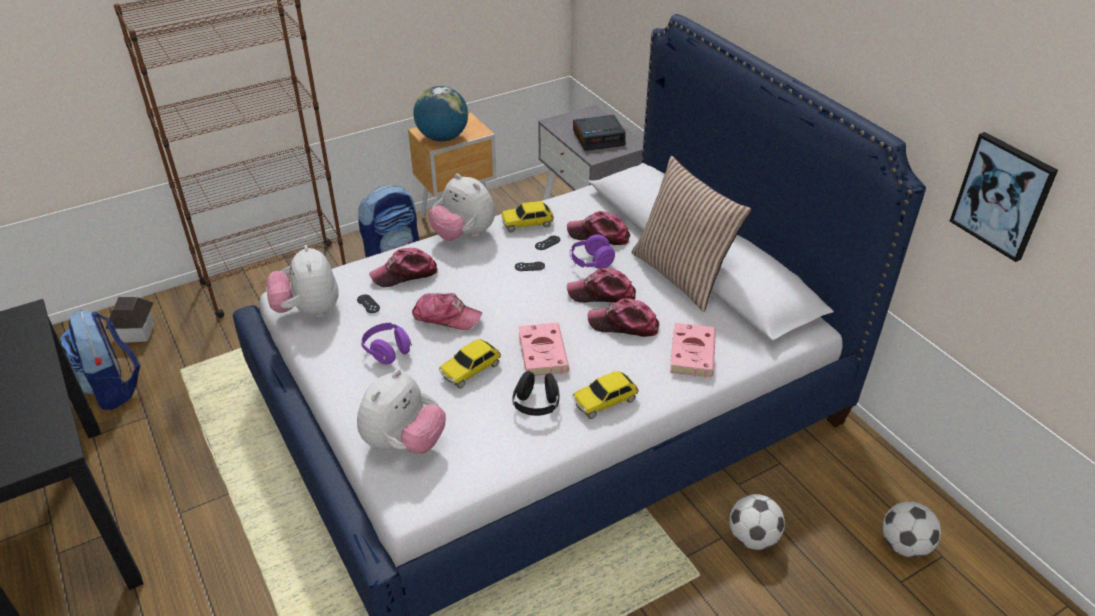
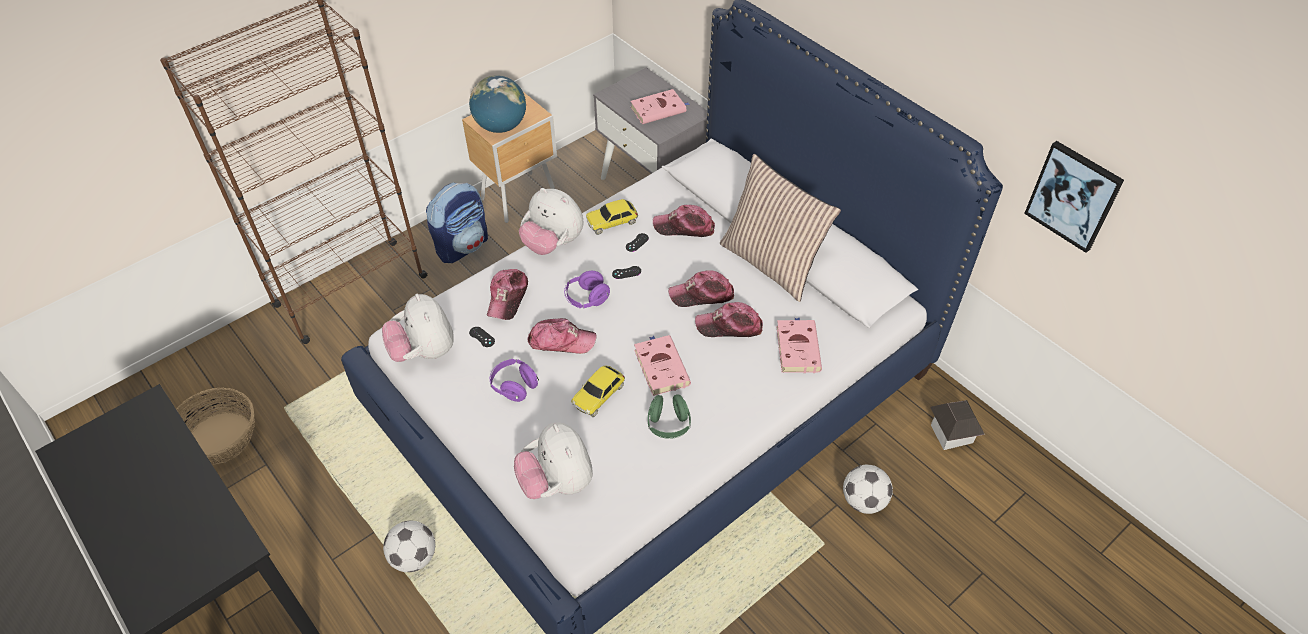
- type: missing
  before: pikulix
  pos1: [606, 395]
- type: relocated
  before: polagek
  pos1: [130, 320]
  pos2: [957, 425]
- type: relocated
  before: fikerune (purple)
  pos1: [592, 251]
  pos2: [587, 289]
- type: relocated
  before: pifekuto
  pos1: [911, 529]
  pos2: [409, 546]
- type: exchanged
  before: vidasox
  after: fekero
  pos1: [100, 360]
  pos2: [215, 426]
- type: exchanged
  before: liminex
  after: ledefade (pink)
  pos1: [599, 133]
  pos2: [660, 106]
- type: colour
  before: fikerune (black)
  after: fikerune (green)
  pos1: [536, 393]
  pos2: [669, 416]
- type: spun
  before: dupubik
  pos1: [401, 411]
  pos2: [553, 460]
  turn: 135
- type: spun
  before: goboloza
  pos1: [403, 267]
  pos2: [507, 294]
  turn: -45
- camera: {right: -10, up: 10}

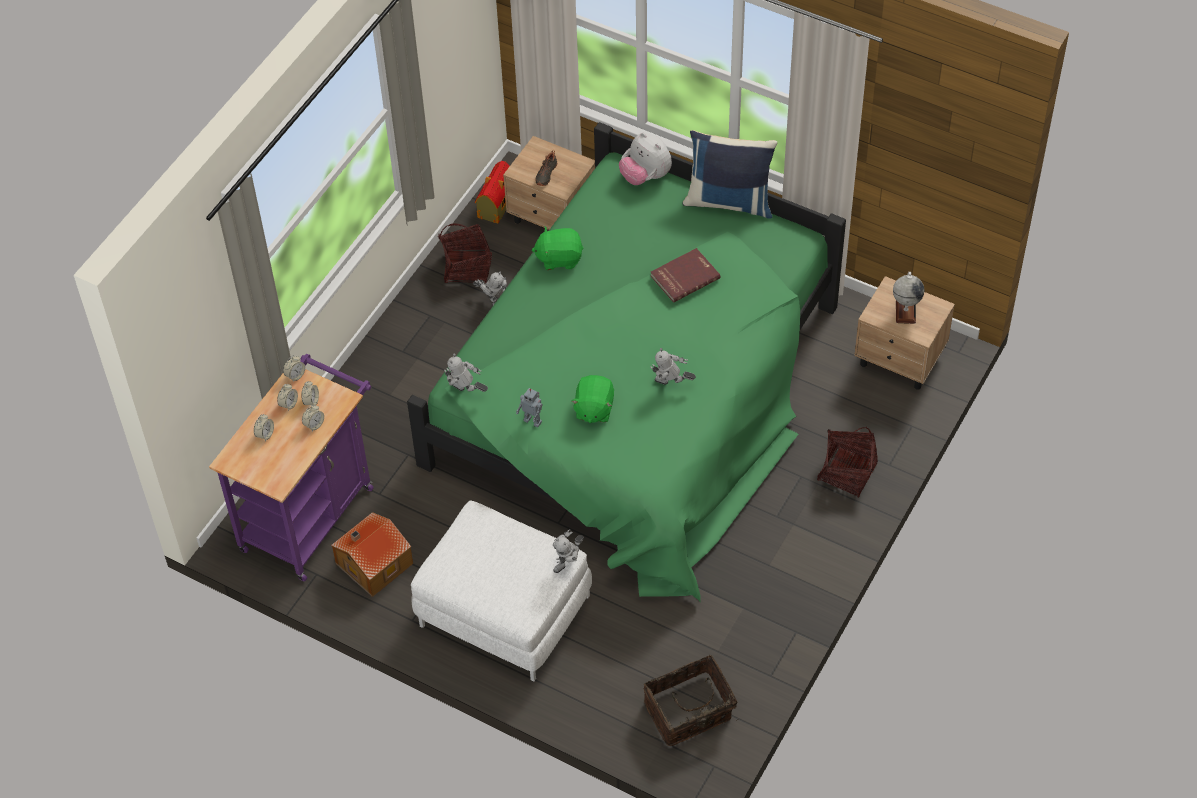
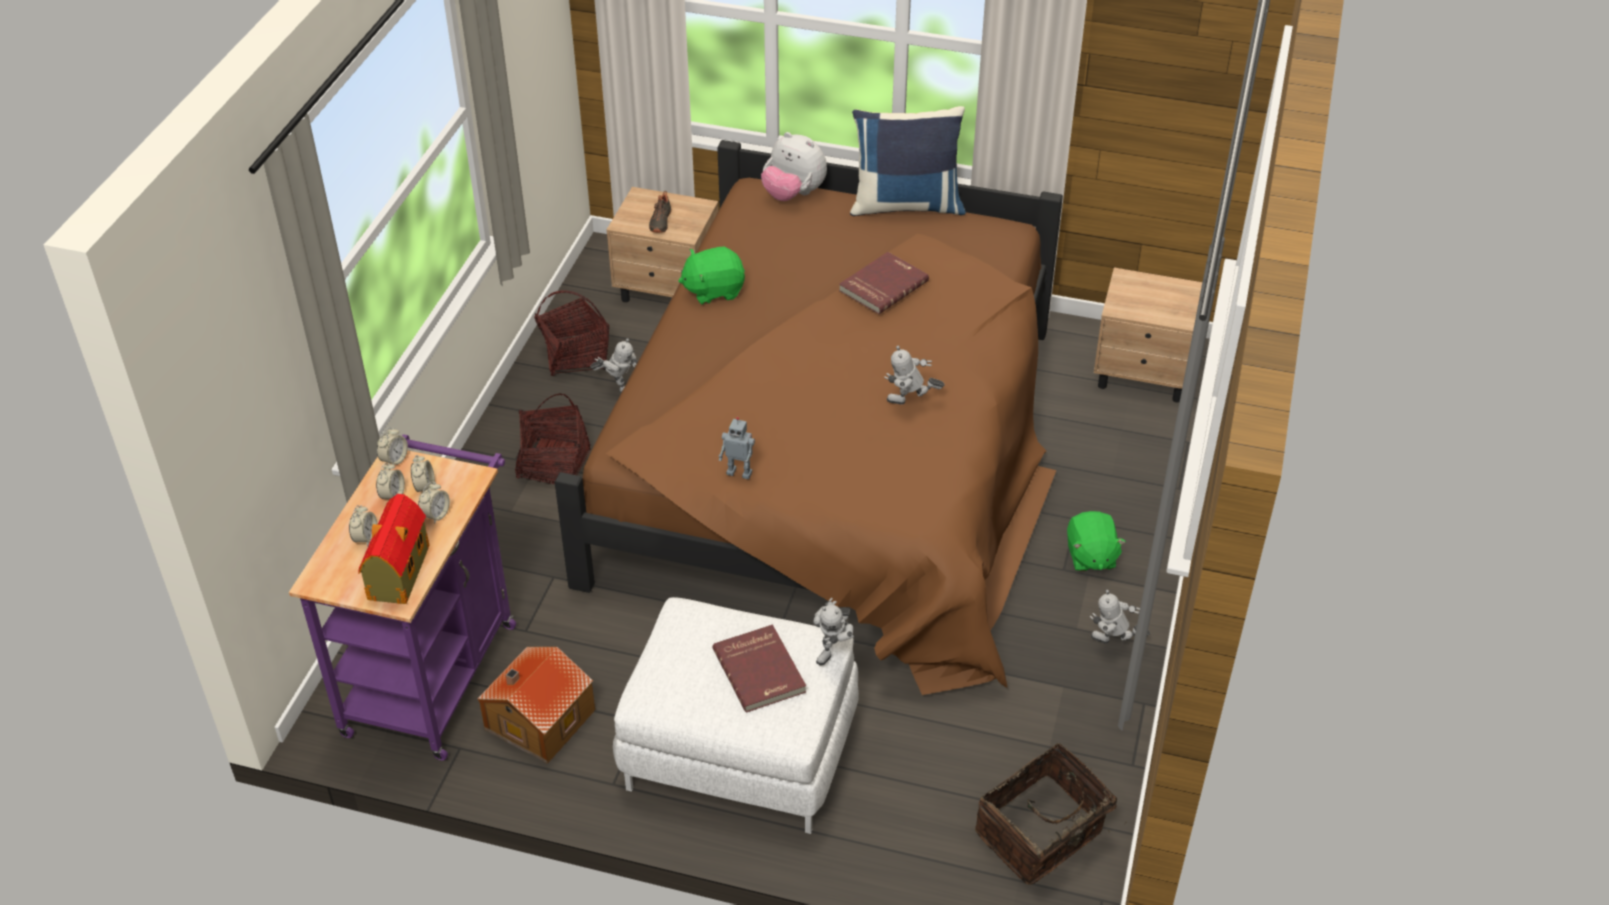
- type: missing
  before: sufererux
  pos1: [908, 298]
- type: appeared
  after: ledefade (red)
  pos2: [759, 668]
- type: relocated
  before: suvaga
  pos1: [466, 372]
  pos2: [1120, 616]
- type: relocated
  before: polagek
  pos1: [492, 192]
  pos2: [393, 549]
- type: relocated
  before: dupubik (green)
  pos1: [592, 399]
  pos2: [1096, 541]
- type: relocated
  before: fekero
  pos1: [847, 462]
  pos2: [553, 438]
- type: colour
  before: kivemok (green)
  after: kivemok (brown)
  pos1: [626, 362]
  pos2: [809, 417]
- camera: {right: -15, up: -10}

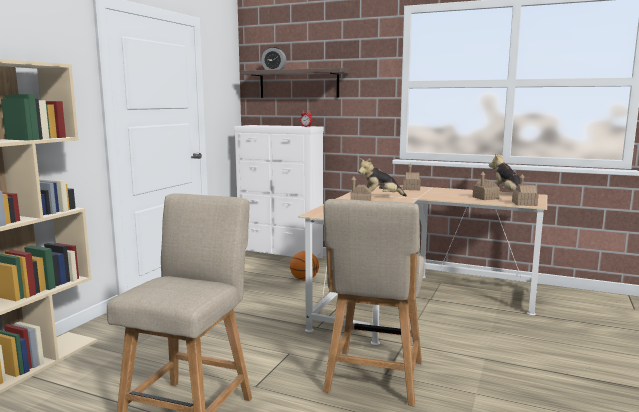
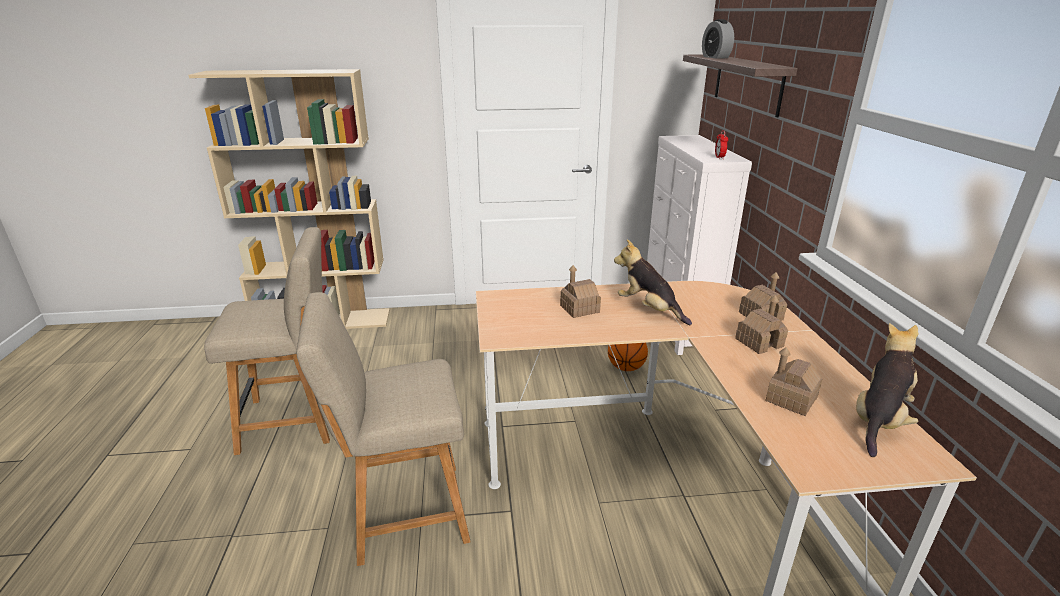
- type: relocated
  before: polagek
  pos1: [525, 190]
  pos2: [761, 324]
- camera: {right: 60, up: 15}

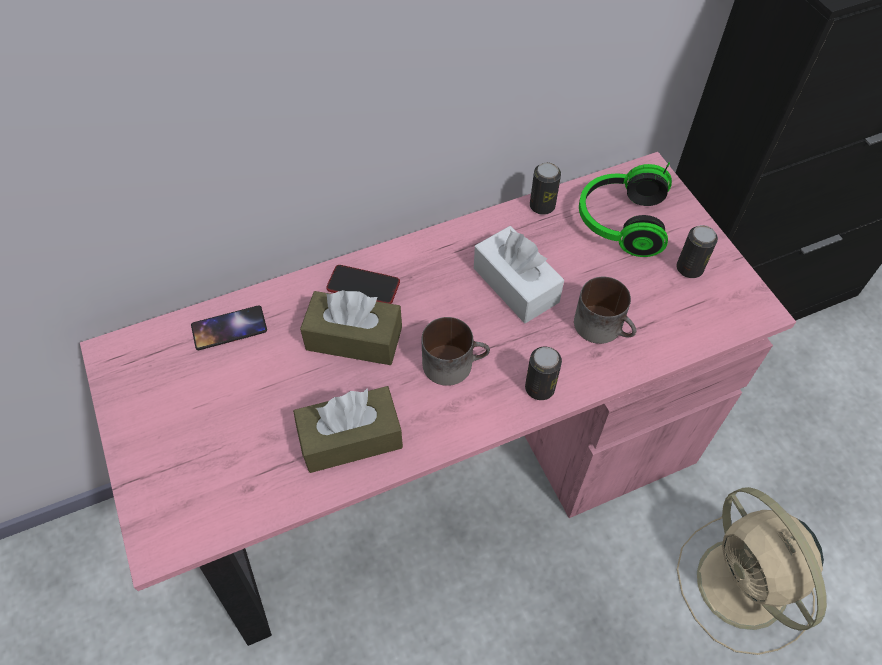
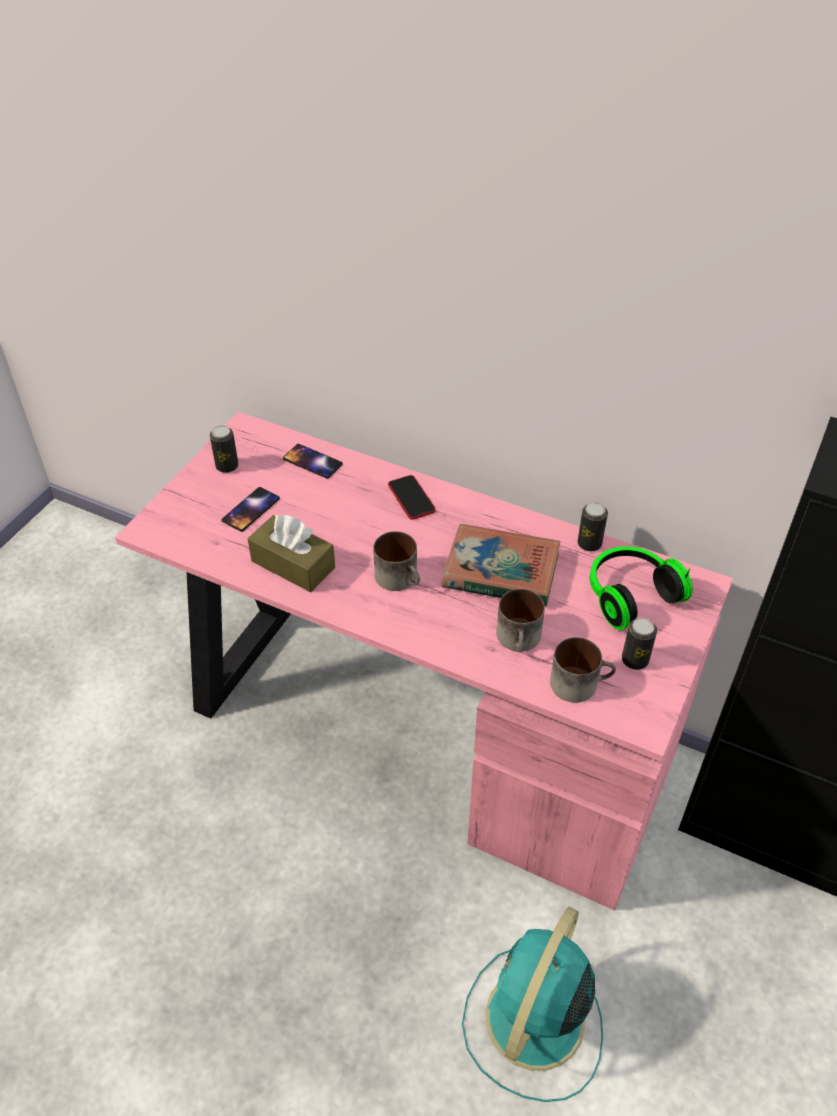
- type: missing
  before: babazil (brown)
  pos1: [351, 327]
- type: appeared
  after: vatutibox
  pos2: [251, 509]
- type: appeared
  after: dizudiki
  pos2: [583, 670]
- type: relocated
  before: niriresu
  pos1: [543, 373]
  pos2: [224, 449]
- type: exchanged
  before: babazil (white)
  after: ledefade
  pos1: [519, 274]
  pos2: [501, 565]
- type: colour
  before: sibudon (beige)
  after: sibudon (turquoise)
  pos1: [752, 571]
  pos2: [532, 1004]
- camera: {right: 50, up: -10}

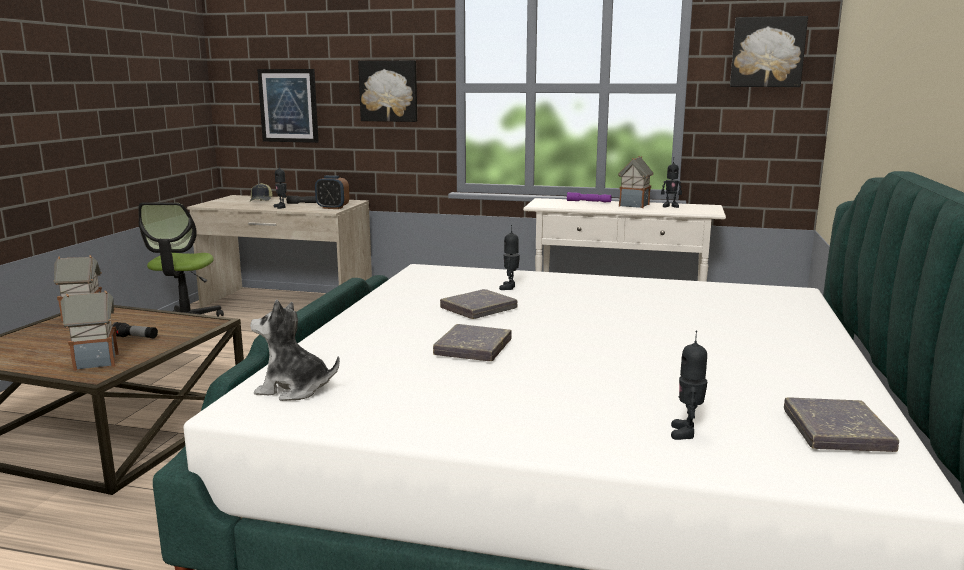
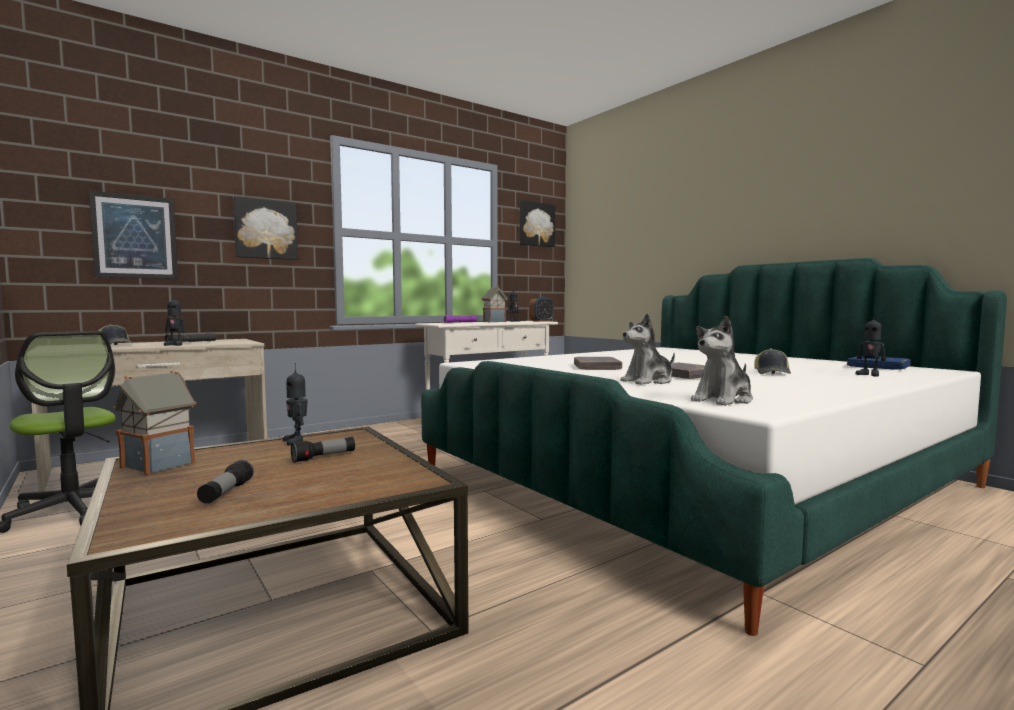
- type: missing
  before: polagek
  pos1: [90, 331]
- type: appeared
  after: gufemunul
  pos2: [225, 482]
- type: appeared
  after: dupubik
  pos2: [647, 349]
- type: appeared
  after: goboloza
  pos2: [772, 361]
- type: relocated
  before: liminex
  pos1: [332, 192]
  pos2: [541, 309]
- type: relocated
  before: suvaga
  pos1: [509, 257]
  pos2: [295, 404]
- type: colour
  before: ledefade (grey)
  after: ledefade (blue)
  pos1: [841, 424]
  pos2: [879, 363]
- camera: {right: -50, up: -10}

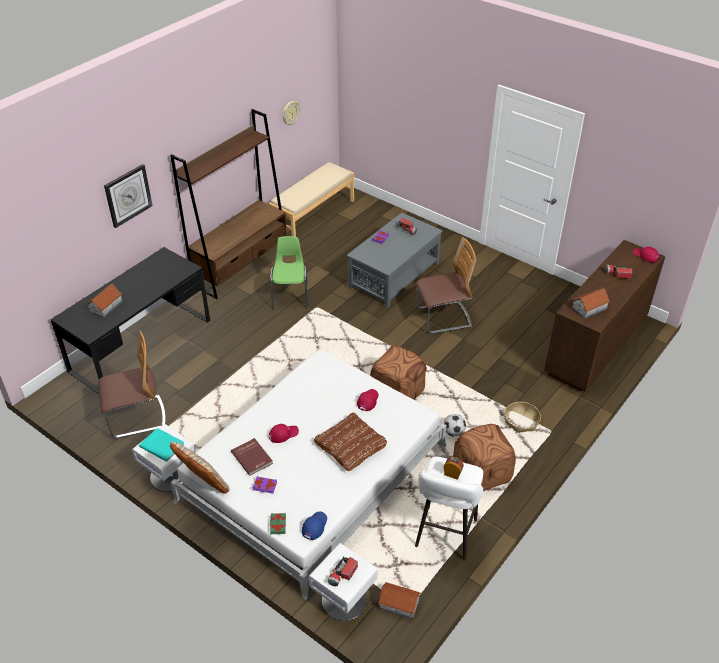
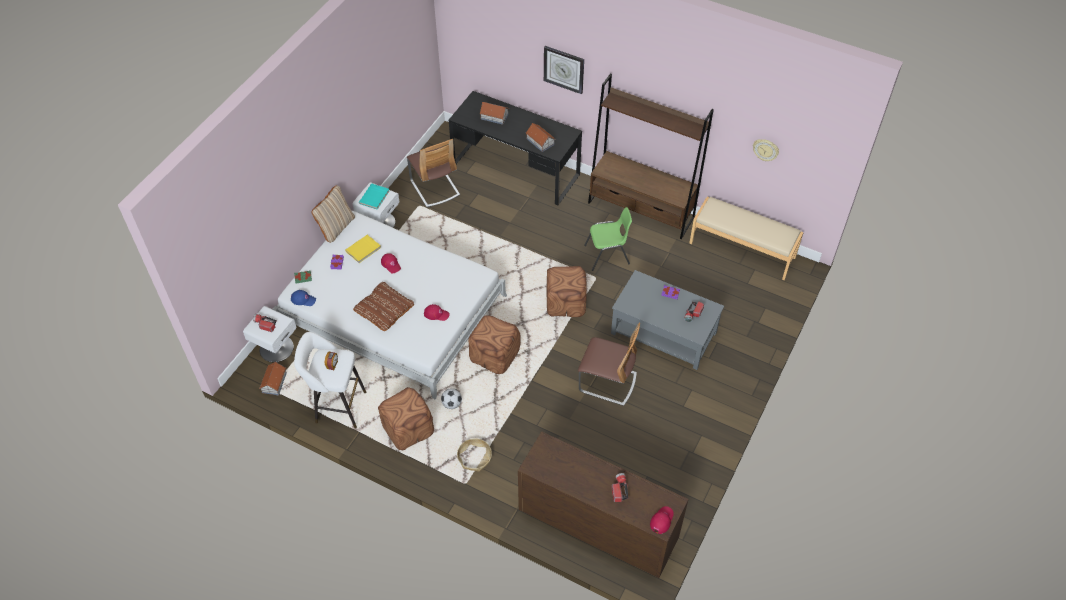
- type: appeared
  after: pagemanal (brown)
  pos2: [567, 291]
- type: relocated
  before: polagek
  pos1: [591, 303]
  pos2: [540, 137]
- type: colour
  before: ledefade (red)
  after: ledefade (yellow)
  pos1: [252, 457]
  pos2: [363, 249]
- type: spun
  before: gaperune
  pos1: [446, 285]
  pos2: [609, 364]
  turn: -45
- camera: {right: 80, up: 10}

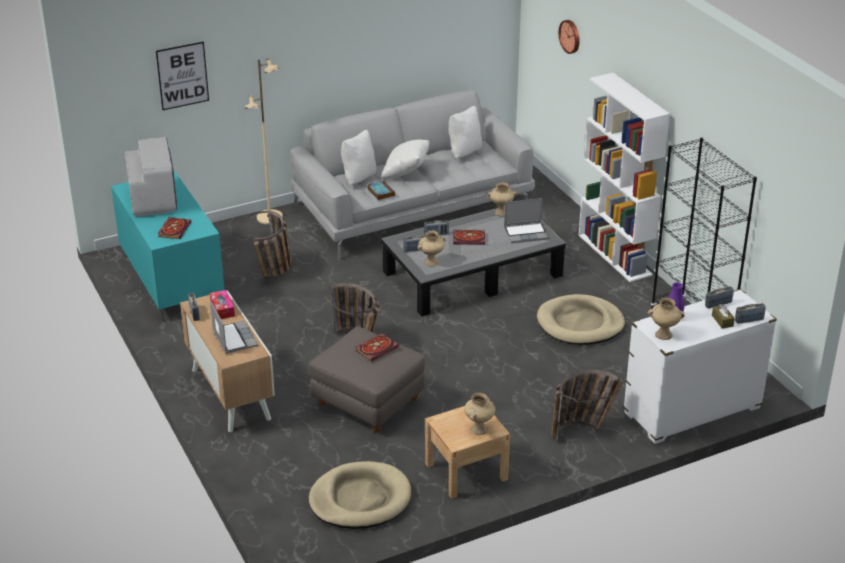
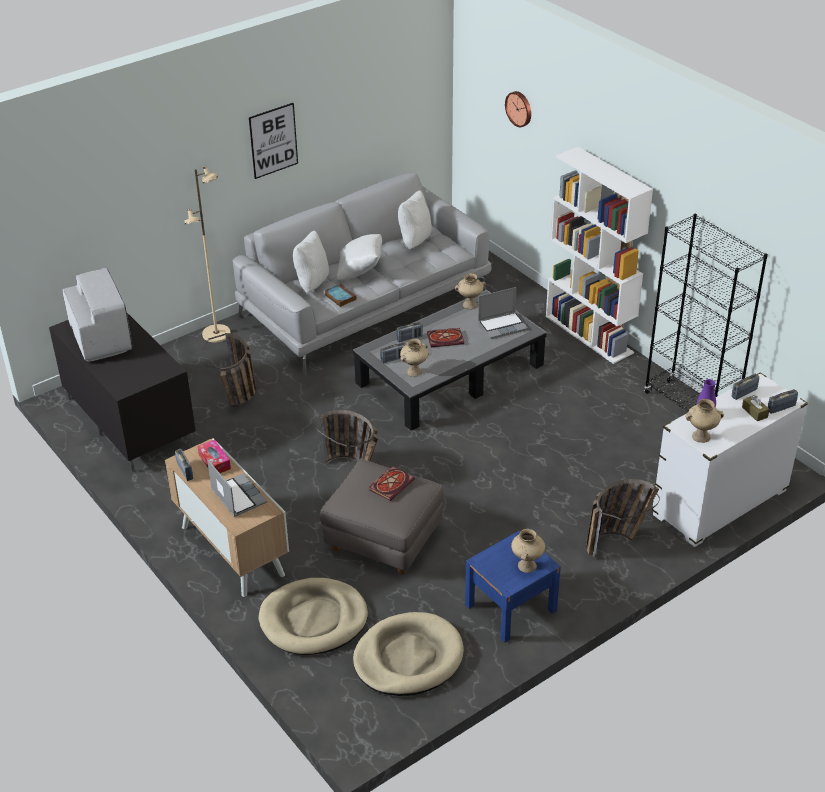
- type: missing
  before: ledefade
  pos1: [175, 228]
- type: relocated
  before: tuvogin
  pos1: [182, 76]
  pos2: [273, 141]
- type: relocated
  before: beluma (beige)
  pos1: [581, 319]
  pos2: [313, 616]
- type: colour
  before: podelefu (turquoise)
  after: podelefu (black)
  pos1: [167, 246]
  pos2: [122, 392]
- type: colour
  before: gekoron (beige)
  after: gekoron (blue)
  pos1: [467, 452]
  pos2: [513, 587]
- camera: {right: -10, up: 5}

